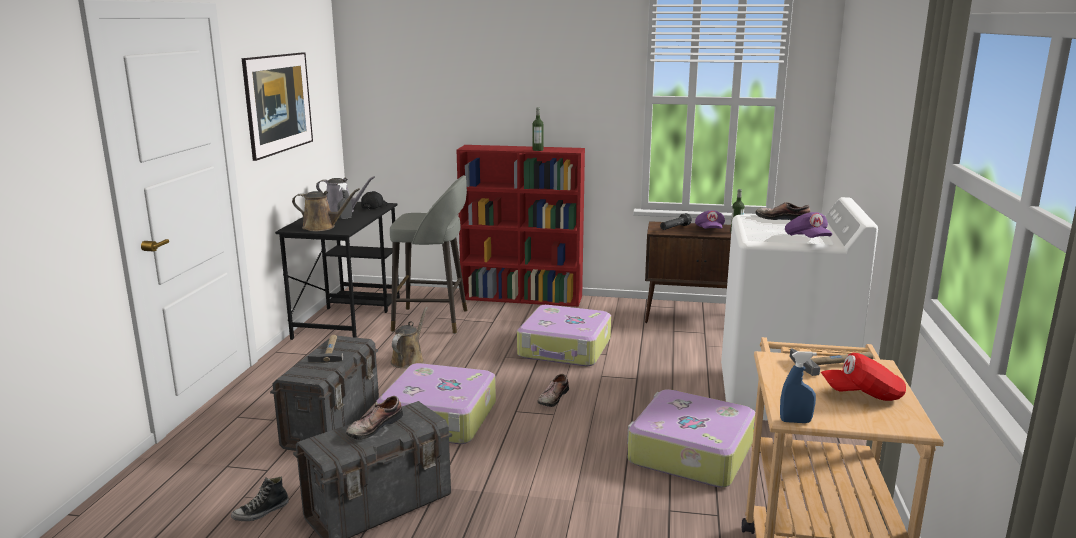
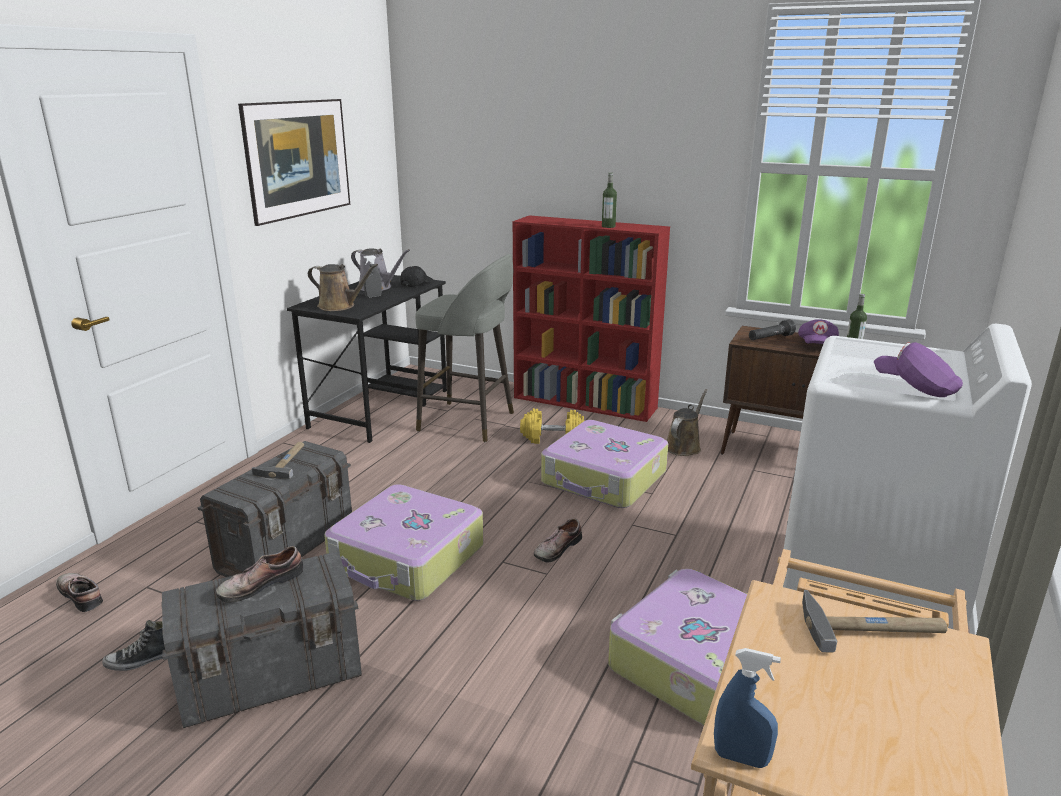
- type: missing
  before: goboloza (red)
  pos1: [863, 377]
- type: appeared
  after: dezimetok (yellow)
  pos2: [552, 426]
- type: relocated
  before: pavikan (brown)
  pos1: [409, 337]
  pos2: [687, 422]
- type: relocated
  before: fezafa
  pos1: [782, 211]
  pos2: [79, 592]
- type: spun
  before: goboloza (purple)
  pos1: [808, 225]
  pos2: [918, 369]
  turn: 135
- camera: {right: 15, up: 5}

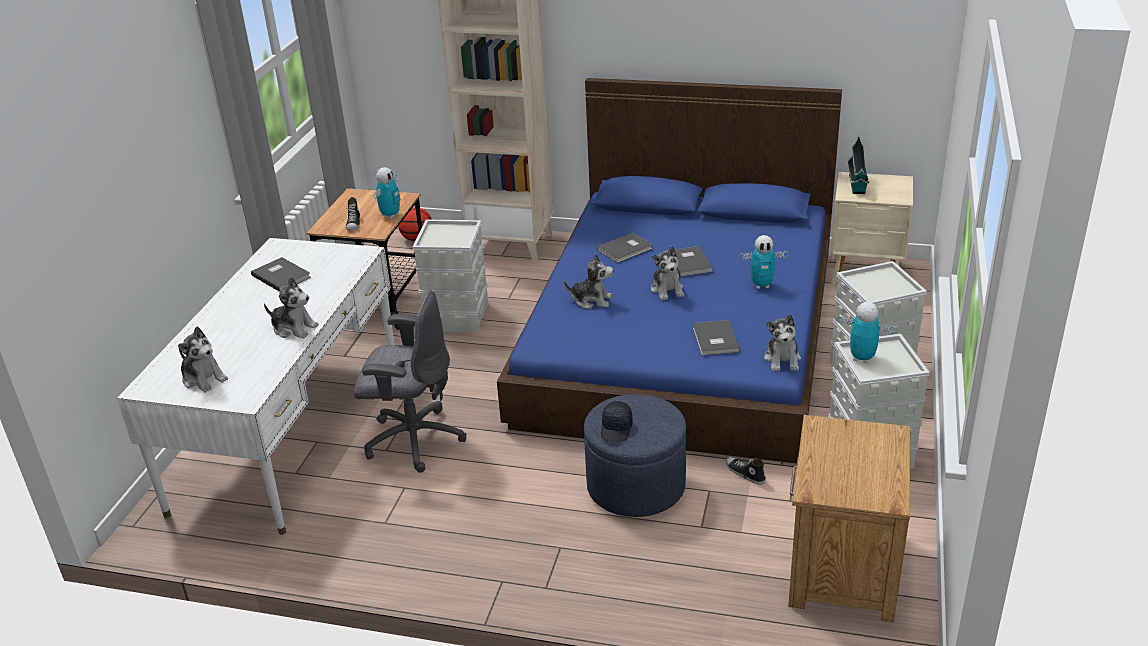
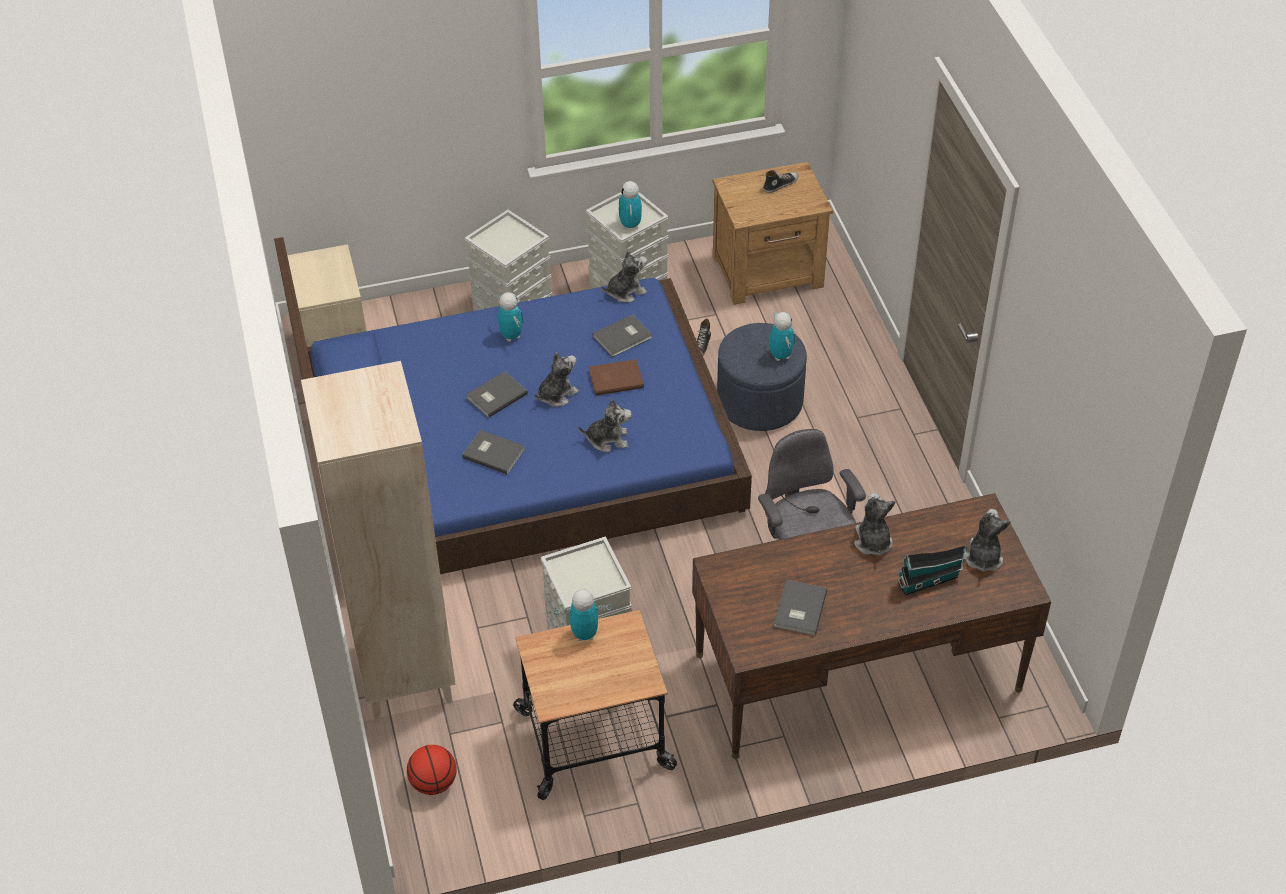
- type: appeared
  after: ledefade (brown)
  pos2: [616, 377]
- type: relocated
  before: fezafa
  pos1: [353, 214]
  pos2: [781, 181]
- type: relocated
  before: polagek
  pos1: [858, 165]
  pos2: [932, 570]
- type: exchanged
  before: goboloza (black)
  after: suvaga
  pos1: [617, 421]
  pos2: [782, 336]
- type: colour
  before: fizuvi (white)
  after: fizuvi (brown)
  pos1: [255, 386]
  pos2: [871, 626]
- type: spun
  before: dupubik
  pos1: [588, 281]
  pos2: [605, 425]
  turn: 105
- camera: {right: -120, up: 15}

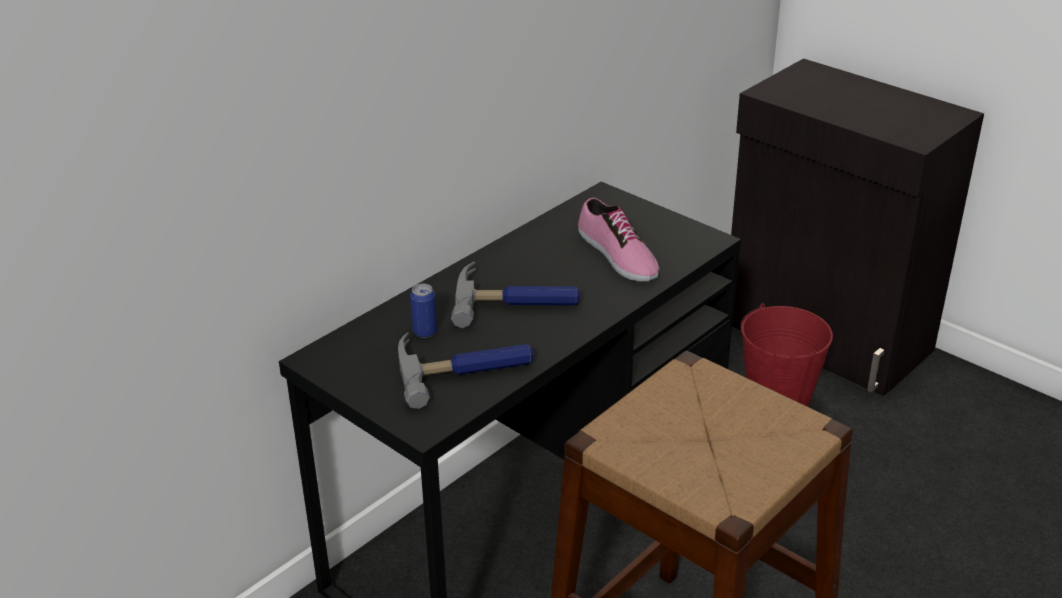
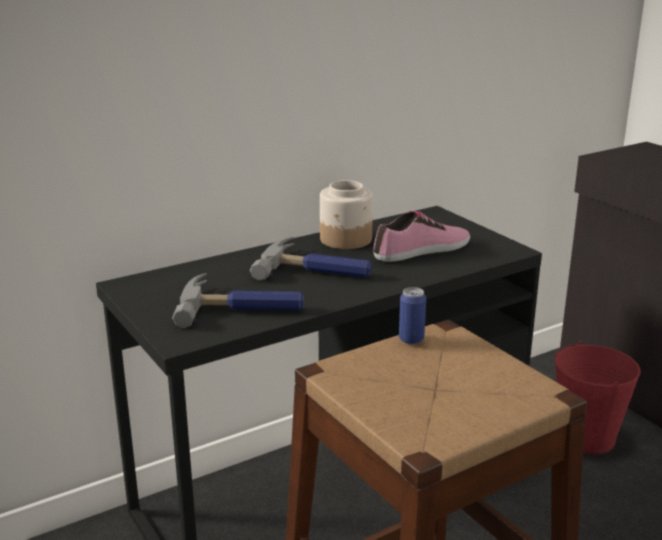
- type: appeared
  after: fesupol
  pos2: [346, 214]
- type: relocated
  before: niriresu
  pos1: [423, 311]
  pos2: [412, 315]
- type: spun
  before: fezafa
  pos1: [618, 239]
  pos2: [421, 236]
  turn: -105
- camera: {right: 15, up: -10}

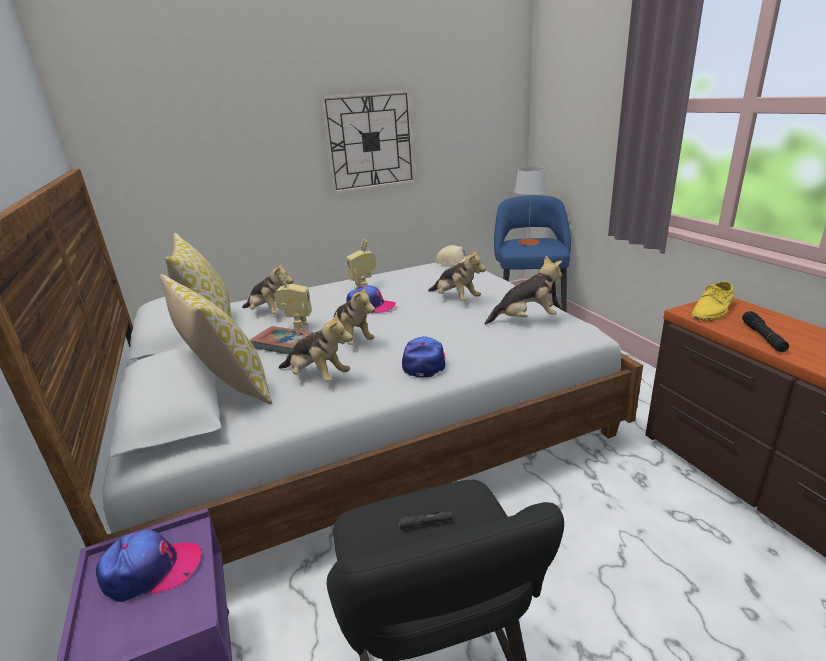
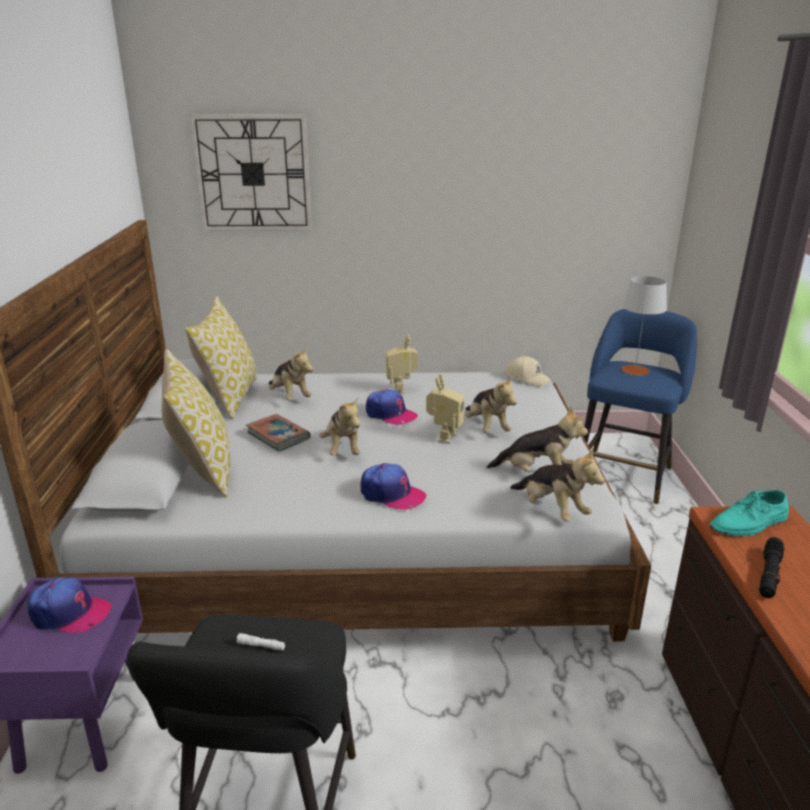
- type: relocated
  before: suvaga
  pos1: [293, 301]
  pos2: [445, 409]
- type: relocated
  before: dupubik
  pos1: [316, 346]
  pos2: [557, 485]
- type: relocated
  before: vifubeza
  pos1: [368, 141]
  pos2: [250, 173]
- type: colour
  before: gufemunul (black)
  after: gufemunul (white)
  pos1: [426, 520]
  pos2: [260, 641]
- type: colour
  before: fezafa (yellow)
  after: fezafa (turquoise)
  pos1: [713, 301]
  pos2: [749, 512]
- type: spun
  before: goboloza
  pos1: [423, 356]
  pos2: [393, 486]
  turn: 90
- camera: {right: 20, up: 0}

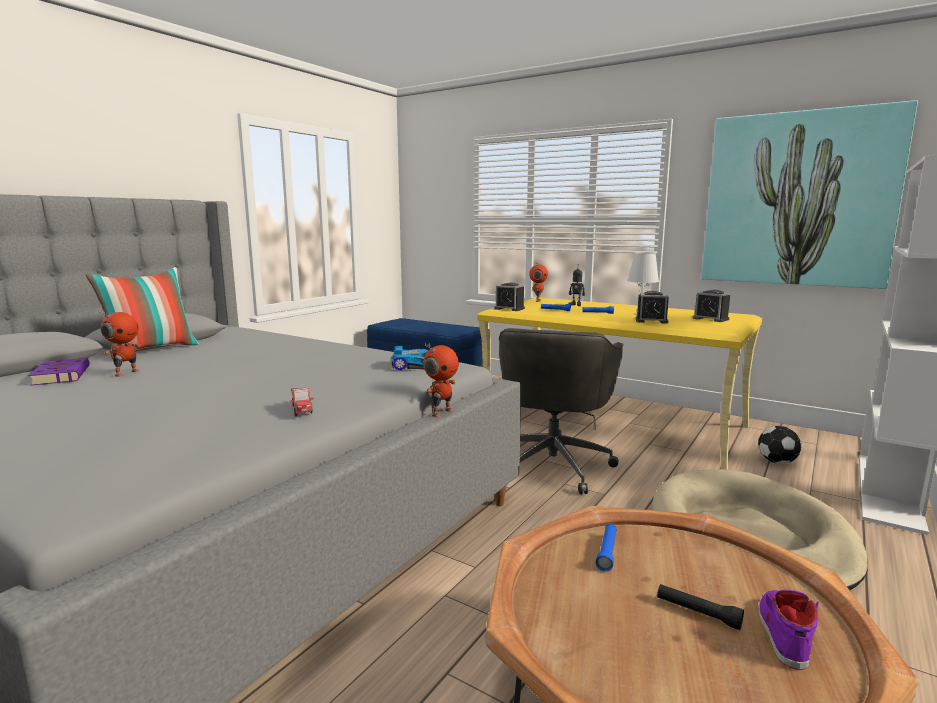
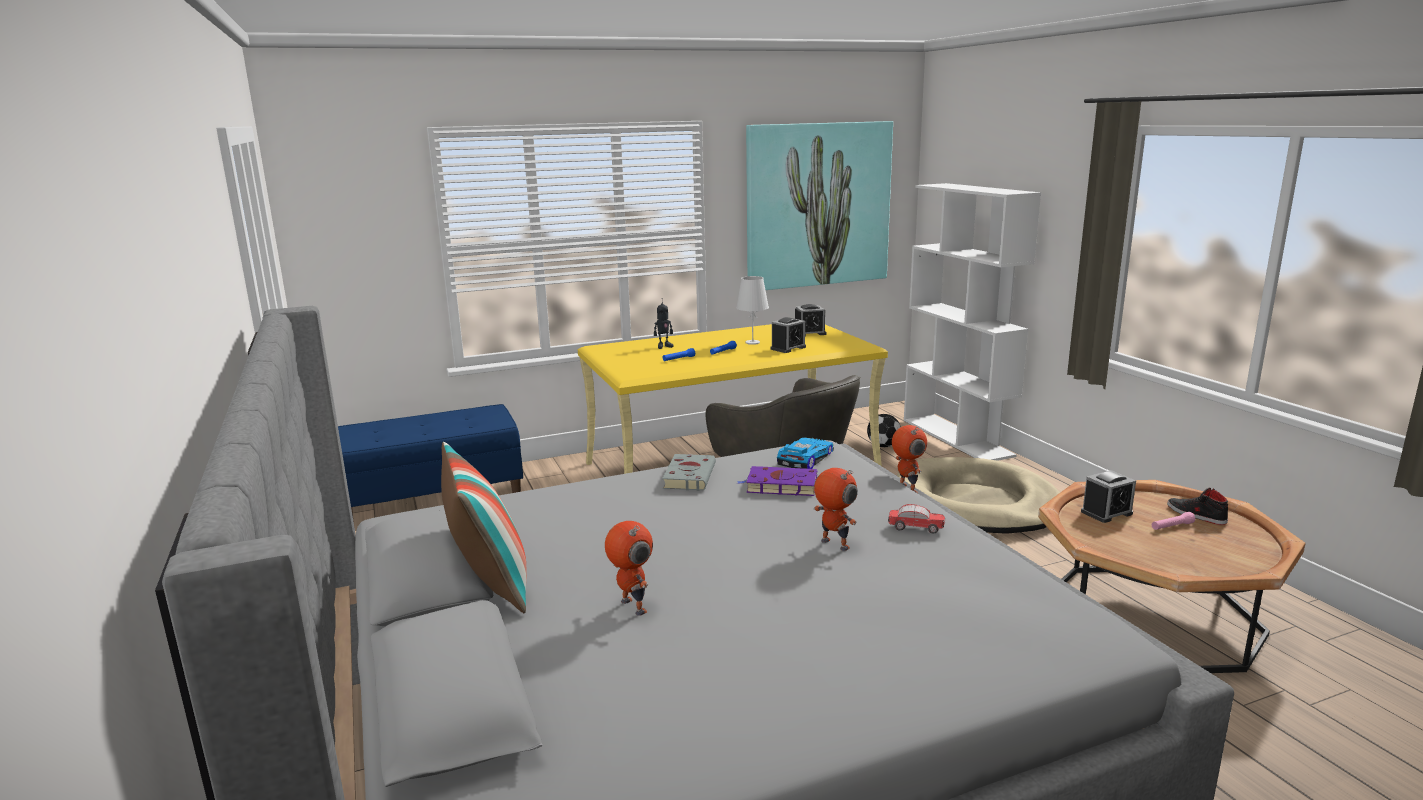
- type: missing
  before: gufemunul (blue)
  pos1: [606, 548]
- type: appeared
  after: ledefade (grey)
  pos2: [689, 472]
- type: relocated
  before: ledefade (purple)
  pos1: [59, 372]
  pos2: [777, 481]
- type: relocated
  before: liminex
  pos1: [509, 296]
  pos2: [1108, 496]
- type: relocated
  before: suvaga
  pos1: [538, 283]
  pos2: [835, 509]
- type: colour
  before: gufemunul (black)
  after: gufemunul (pink)
  pos1: [700, 607]
  pos2: [1173, 521]
- type: colour
  before: fezafa (purple)
  after: fezafa (black)
  pos1: [789, 630]
  pos2: [1197, 506]
- camera: {right: -55, up: 5}

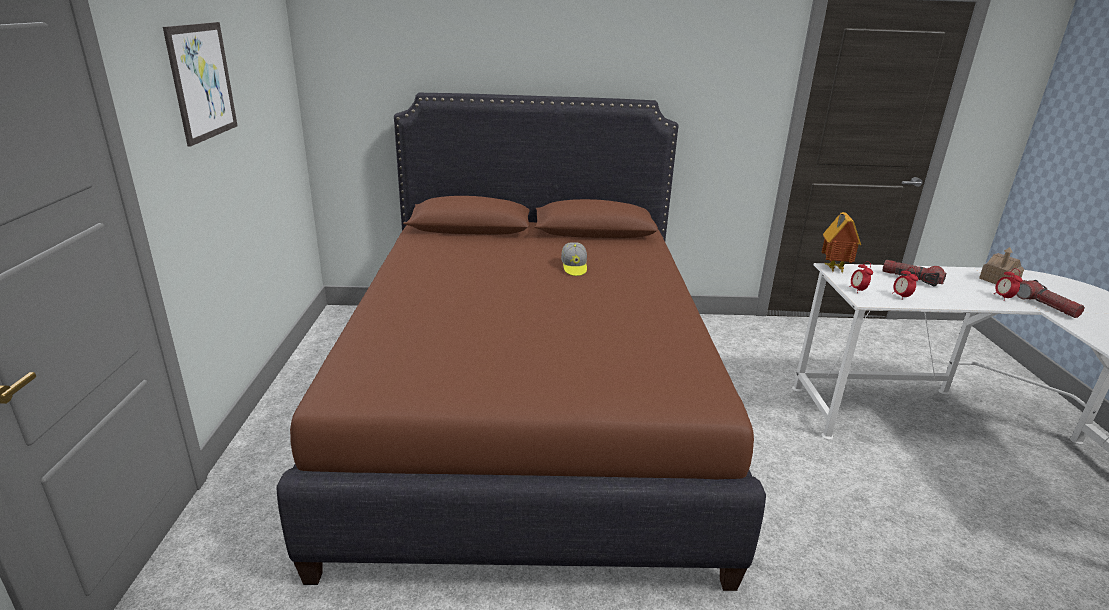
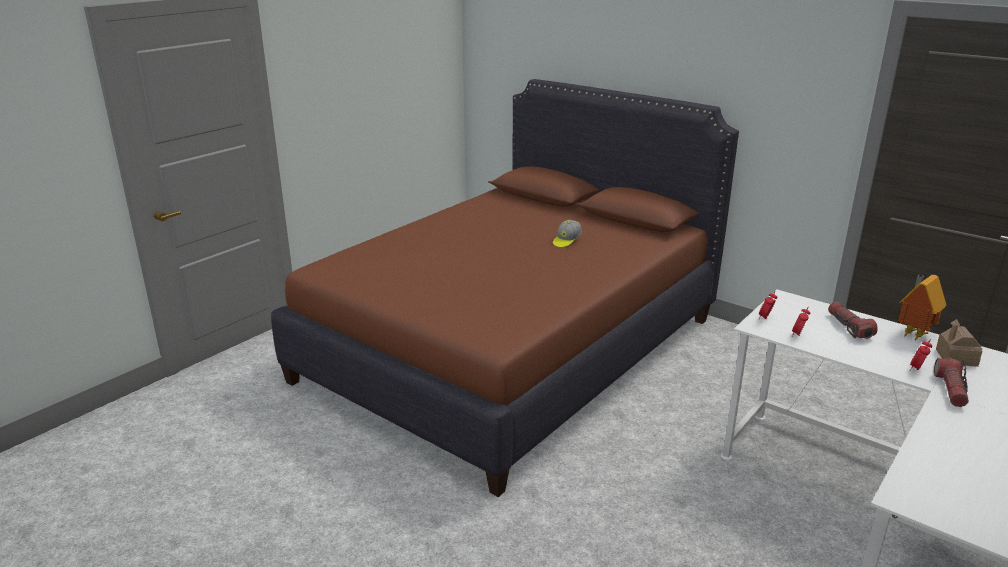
- type: missing
  before: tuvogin
  pos1: [200, 84]
- type: relocated
  before: polagek
  pos1: [841, 242]
  pos2: [922, 307]
- camera: {right: 40, up: 0}

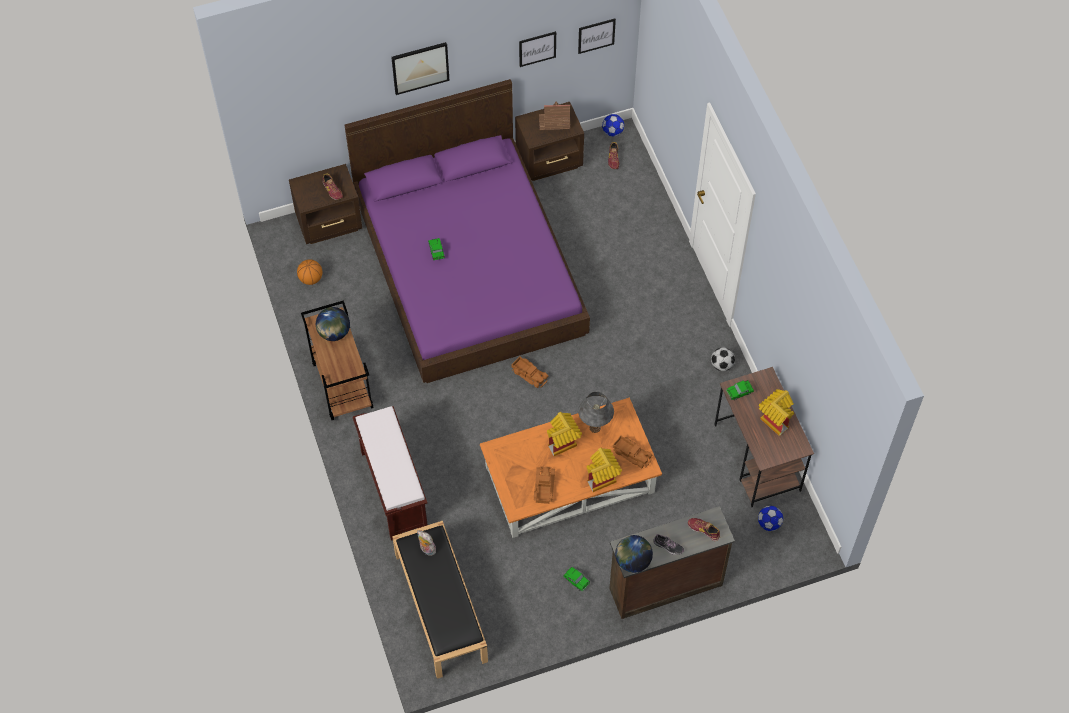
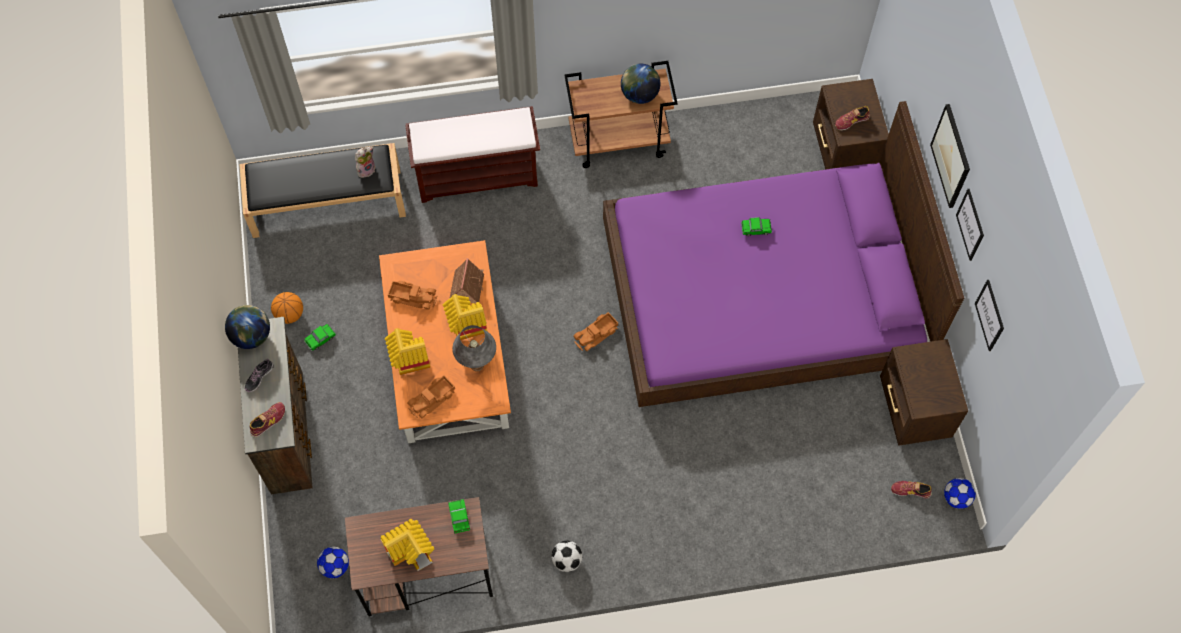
- type: relocated
  before: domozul
  pos1: [309, 272]
  pos2: [287, 308]
- type: relocated
  before: polagek
  pos1: [554, 115]
  pos2: [467, 280]
- type: relocated
  before: tuvogin
  pos1: [597, 36]
  pos2: [970, 225]
- camera: {right: 100, up: 5}

